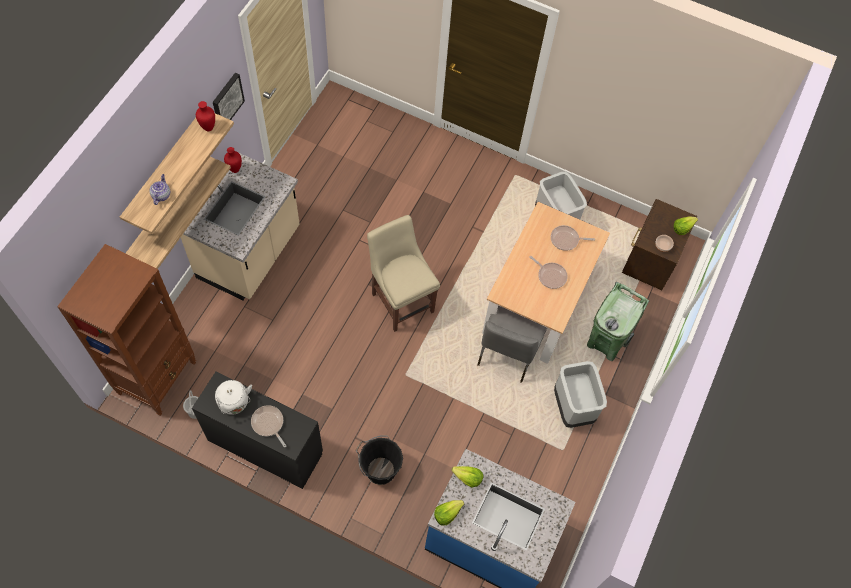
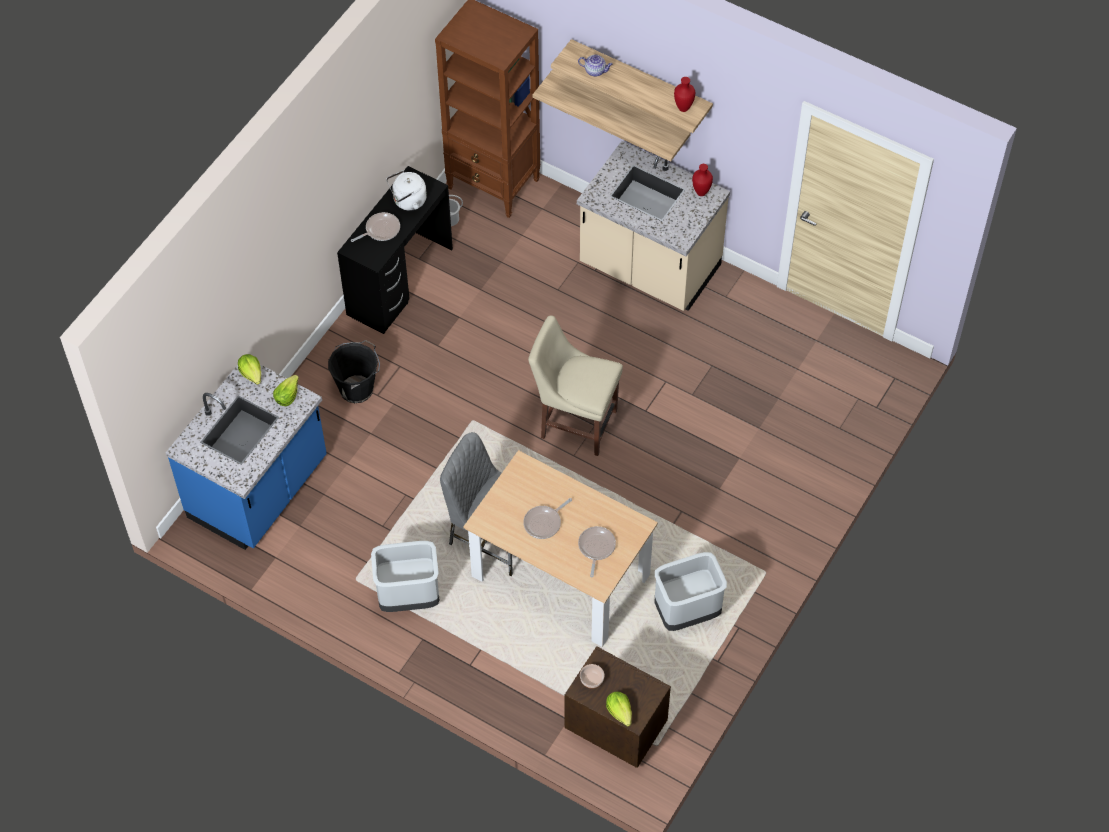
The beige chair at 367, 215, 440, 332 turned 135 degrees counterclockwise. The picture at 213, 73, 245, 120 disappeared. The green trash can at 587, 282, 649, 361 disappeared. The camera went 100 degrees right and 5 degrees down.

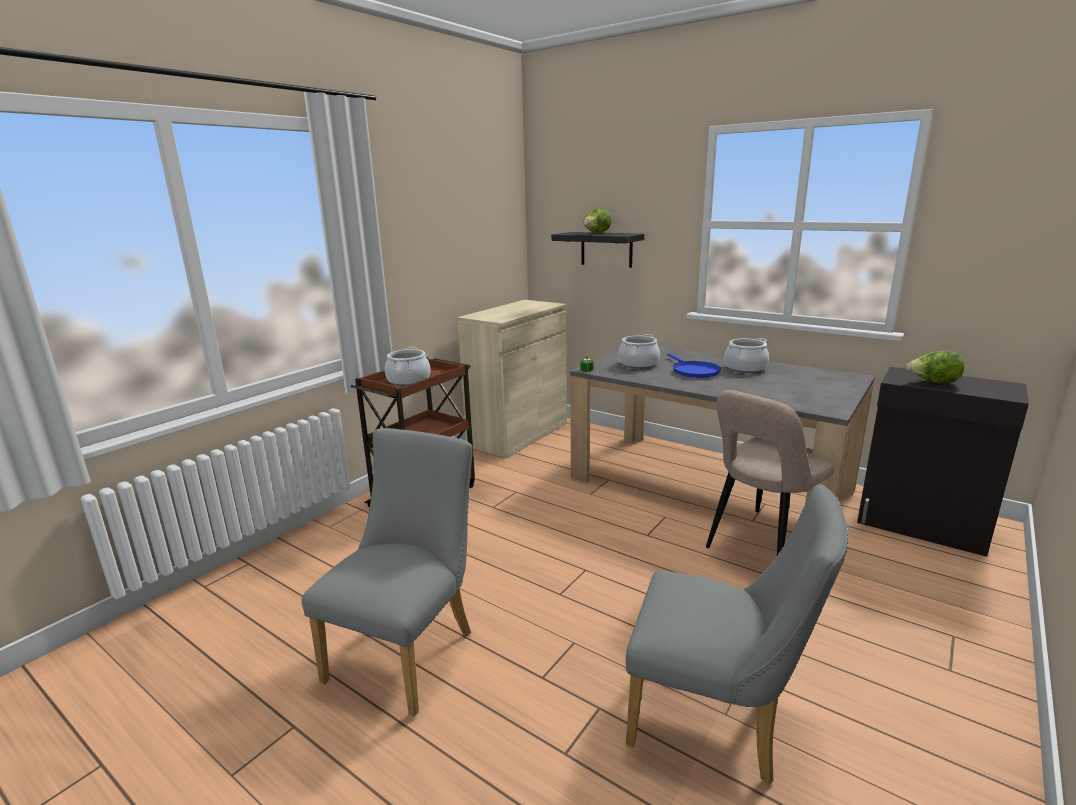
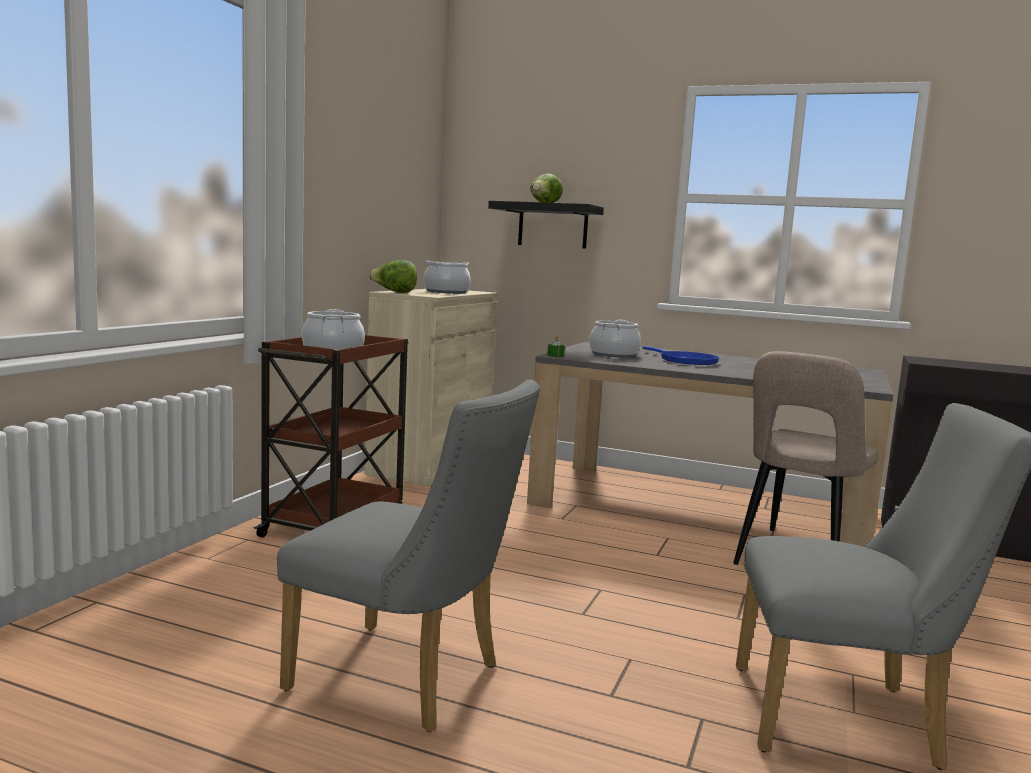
The grey chair at 301, 428, 473, 717 turned 105 degrees clockwise. The lettuce moved from 906, 350, 964, 383 to 368, 260, 417, 293. The cooking pot moved from 724, 338, 769, 373 to 424, 261, 471, 294. The camera went 15 degrees left and 10 degrees down.

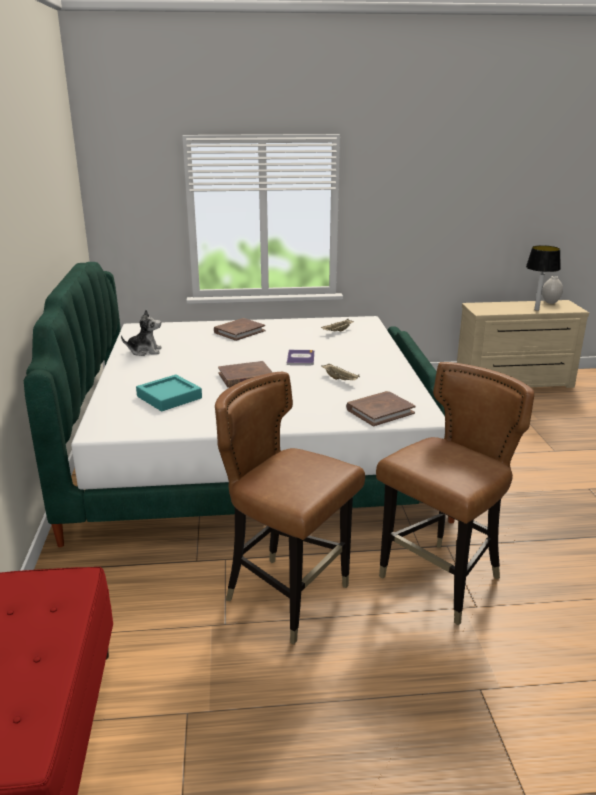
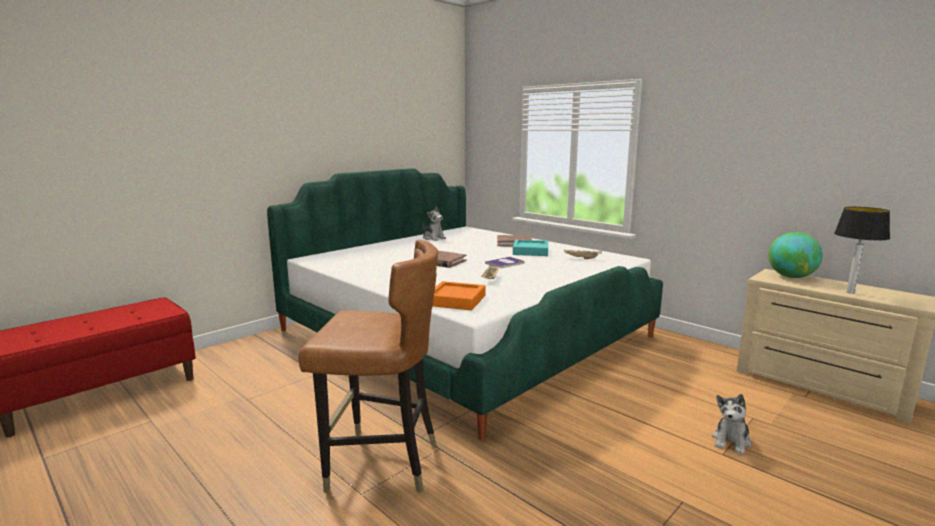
The brown book at 346, 391, 416, 426 was replaced by the orange tray at 432, 281, 486, 310. The turquoise tray moved from 136, 374, 202, 411 to 513, 240, 548, 256. The plush toy at 712, 394, 751, 455 appeared. The globe at 768, 232, 823, 278 appeared. The brown chair at 215, 372, 365, 644 disappeared. The white vase at 542, 276, 563, 304 disappeared. The camera went 50 degrees right and 10 degrees down.

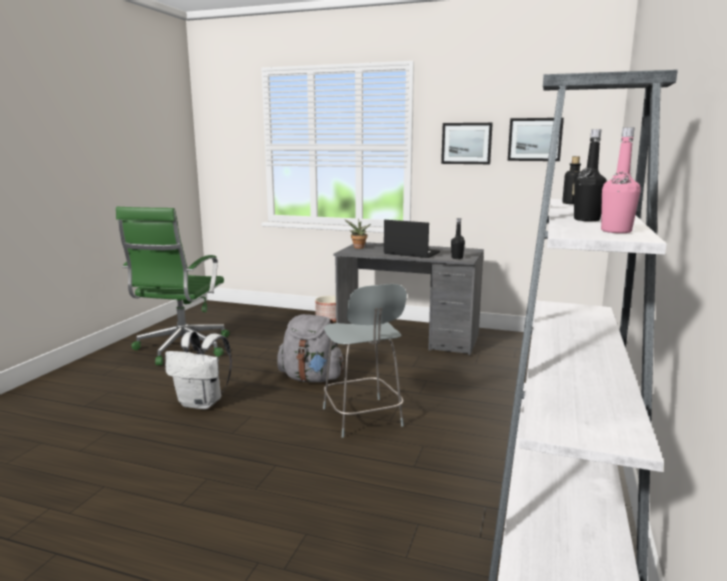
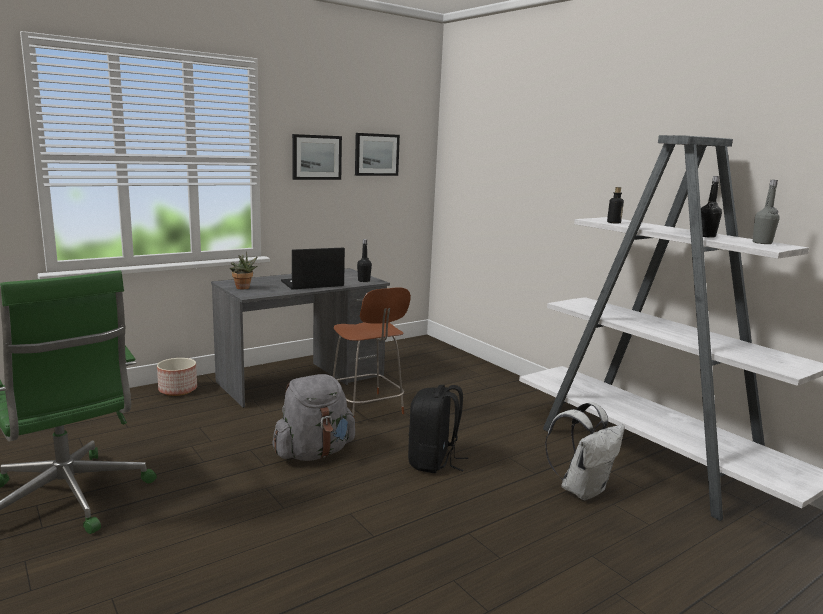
The brown chair at 333, 287, 411, 417 appeared. The grey chair at 323, 284, 407, 438 was replaced by the black backpack at 408, 385, 468, 473. The white backpack moved from 165, 331, 232, 410 to 545, 402, 625, 501. The pink bottle at 601, 127, 641, 233 became the grey bottle at 753, 180, 779, 244. The camera went 55 degrees left and 0 degrees up.

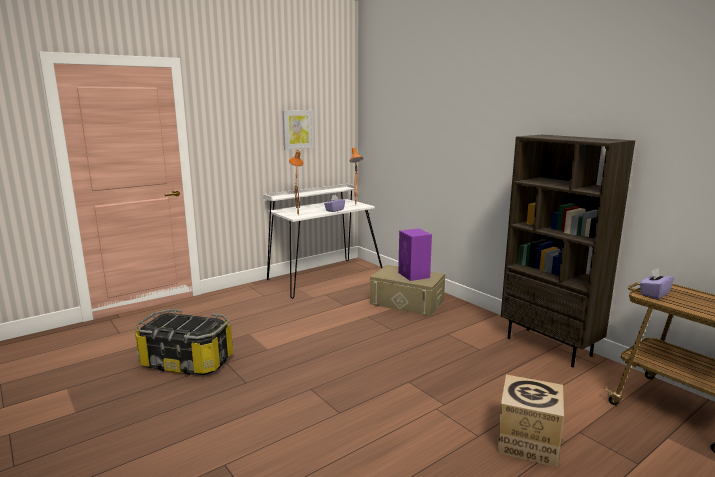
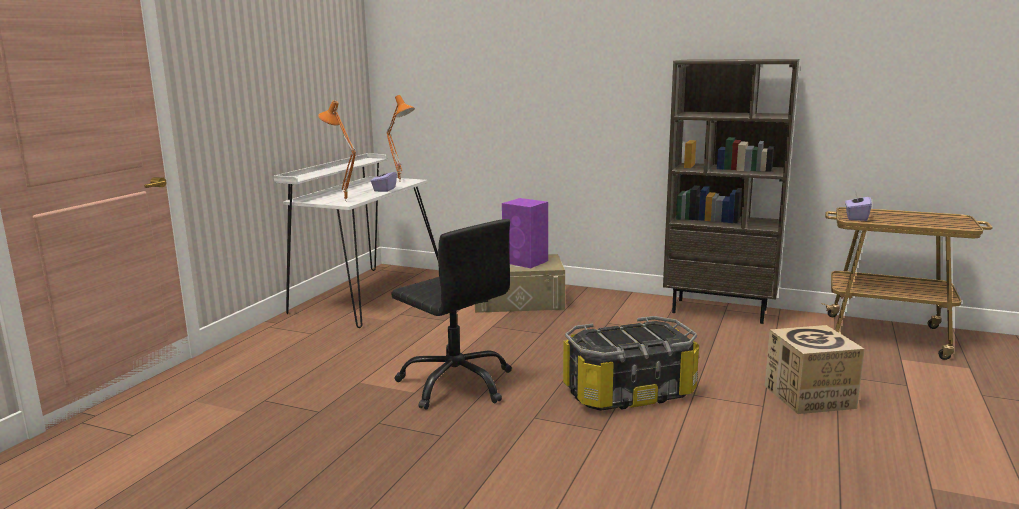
The black office chair at 391, 219, 512, 410 appeared. The storage box moved from 135, 309, 233, 375 to 563, 316, 699, 411. The picture at 282, 110, 314, 150 disappeared. The camera went 30 degrees left and 0 degrees up.

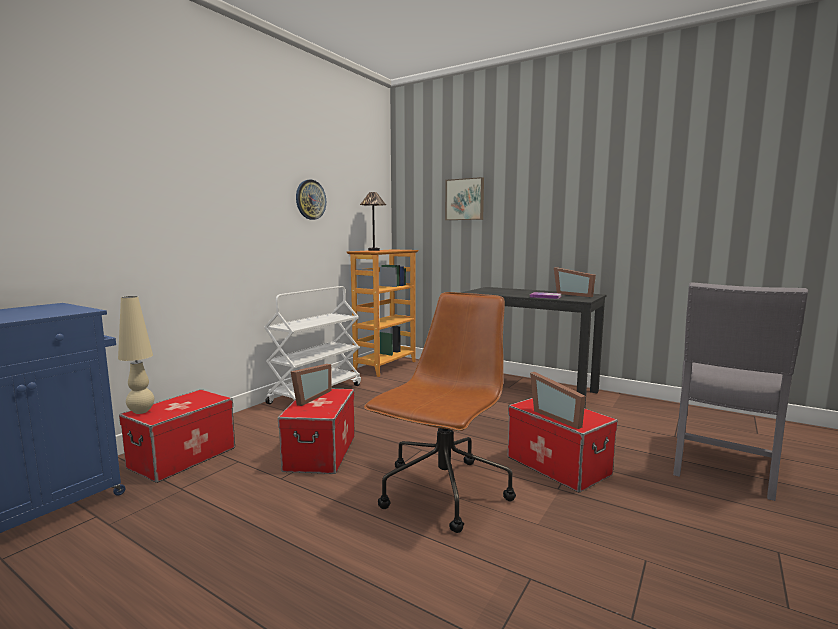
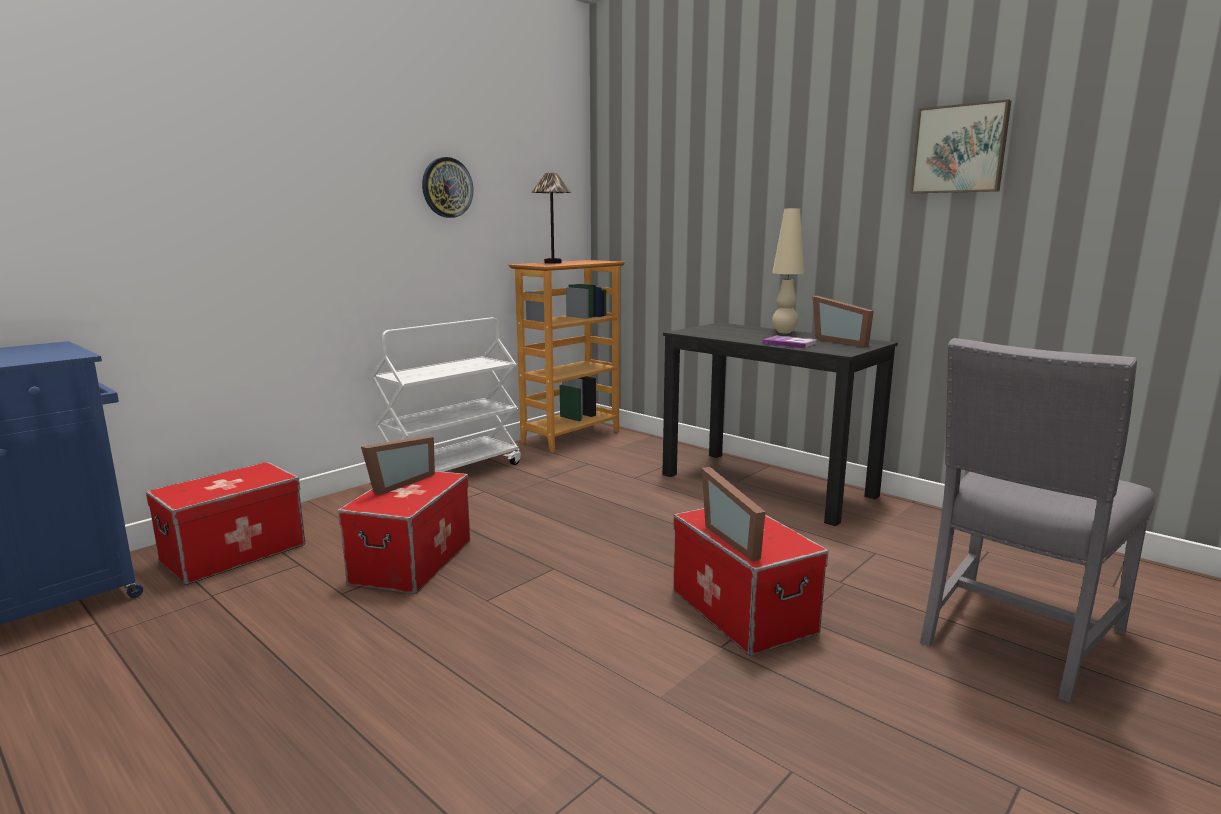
The beige table lamp moved from 118, 296, 154, 414 to 772, 208, 804, 333. The picture moved from 445, 177, 484, 220 to 910, 99, 1011, 193. The brown office chair at 364, 292, 516, 533 disappeared. The camera went 10 degrees right and 5 degrees up.

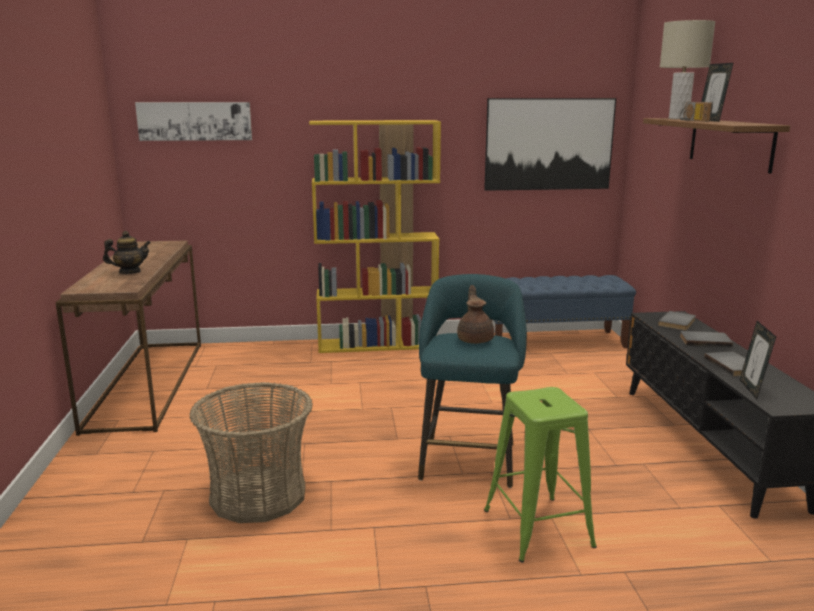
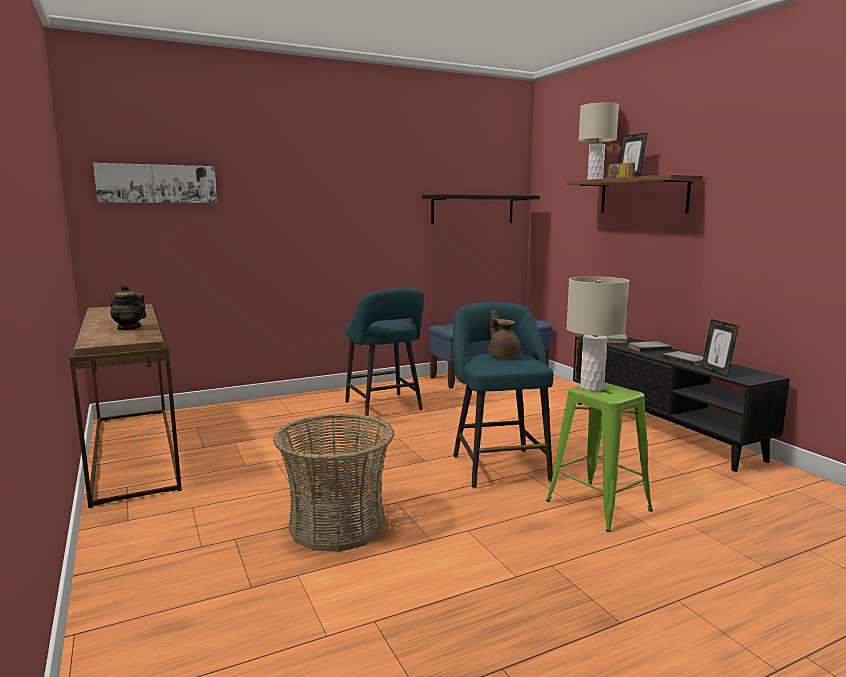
The teapot at 103, 231, 151, 274 turned 120 degrees counterclockwise. The turquoise stool at 345, 288, 424, 416 appeared. The picture at 484, 98, 616, 191 was replaced by the black shelf at 422, 194, 540, 224. The beige table lamp at 566, 276, 629, 391 appeared. The yellow bookcase at 309, 120, 441, 353 disappeared. The camera went 20 degrees left and 5 degrees down.

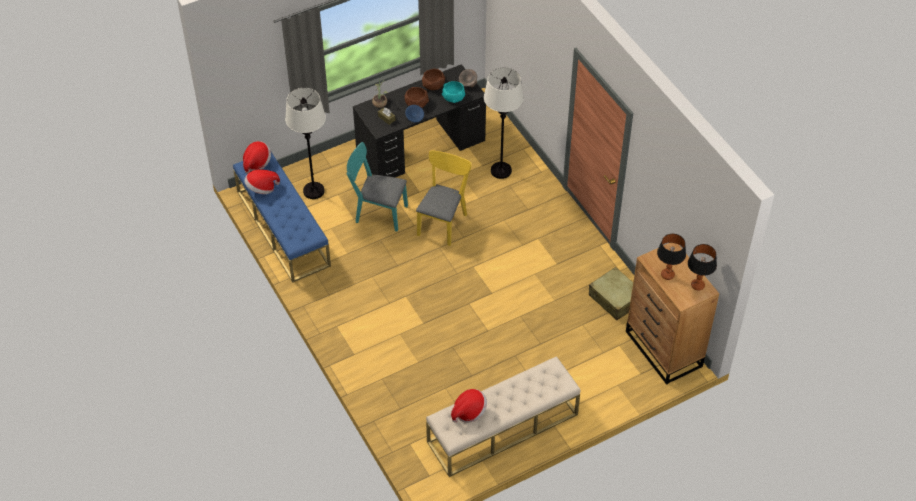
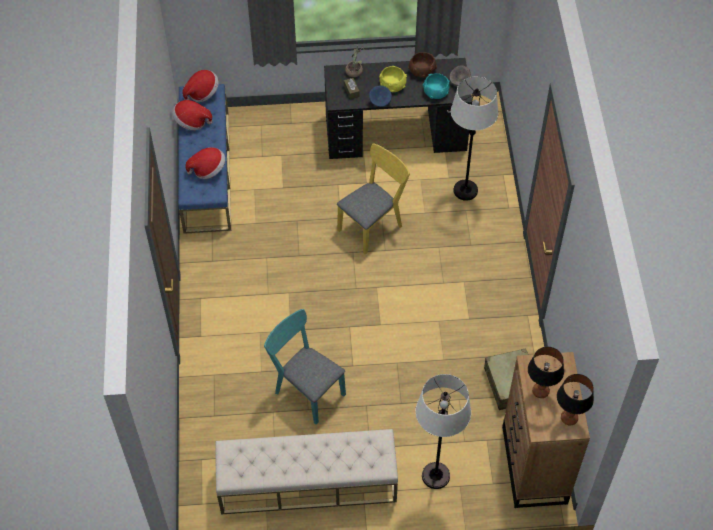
The hat moved from 451, 389, 487, 423 to 186, 147, 225, 179. The turquoise chair moved from 347, 142, 408, 232 to 264, 309, 346, 425. The brown bowl at 404, 87, 429, 108 became the yellow bowl at 379, 66, 407, 92. The white floor lamp moved from 285, 88, 326, 199 to 415, 374, 471, 489. The camera went 25 degrees right and 5 degrees up.

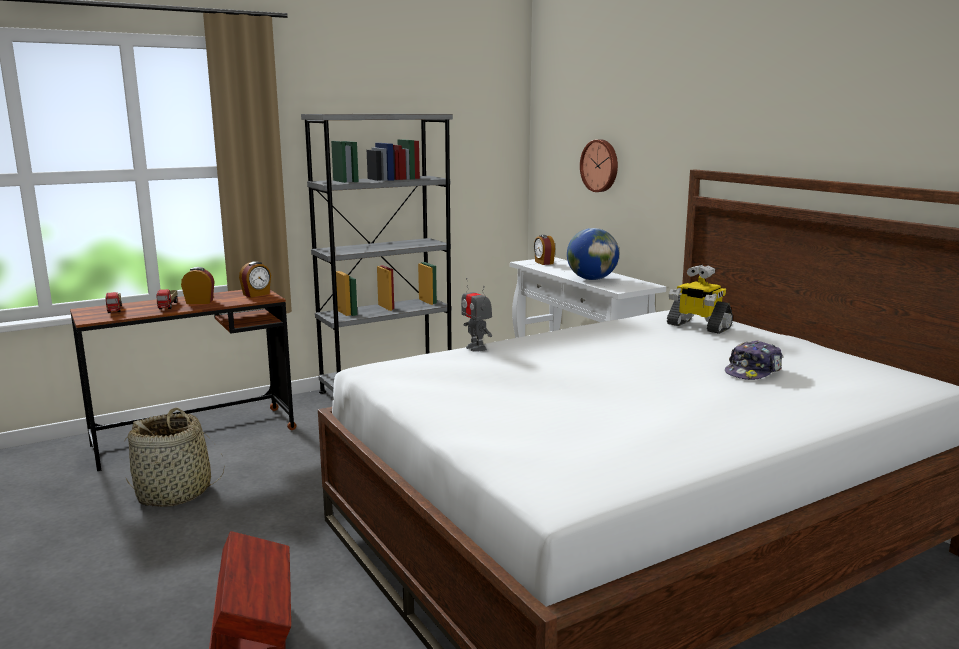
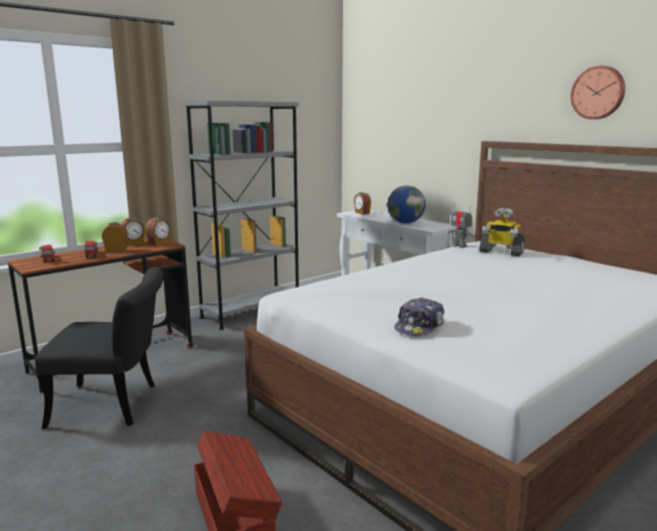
The basket at 125, 408, 225, 507 was replaced by the black chair at 35, 267, 164, 429. The alarm clock at 120, 217, 145, 245 appeared. The cap moved from 725, 340, 783, 380 to 394, 297, 444, 336. The toy robot moved from 461, 278, 492, 352 to 448, 202, 475, 248. The wall clock moved from 580, 140, 618, 192 to 570, 66, 625, 119. The camera went 10 degrees left and 0 degrees up.

